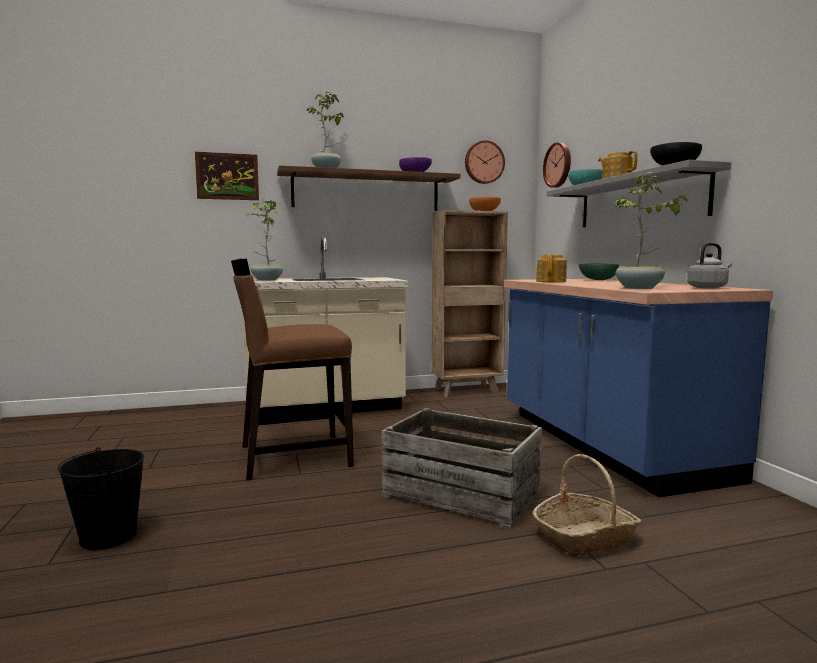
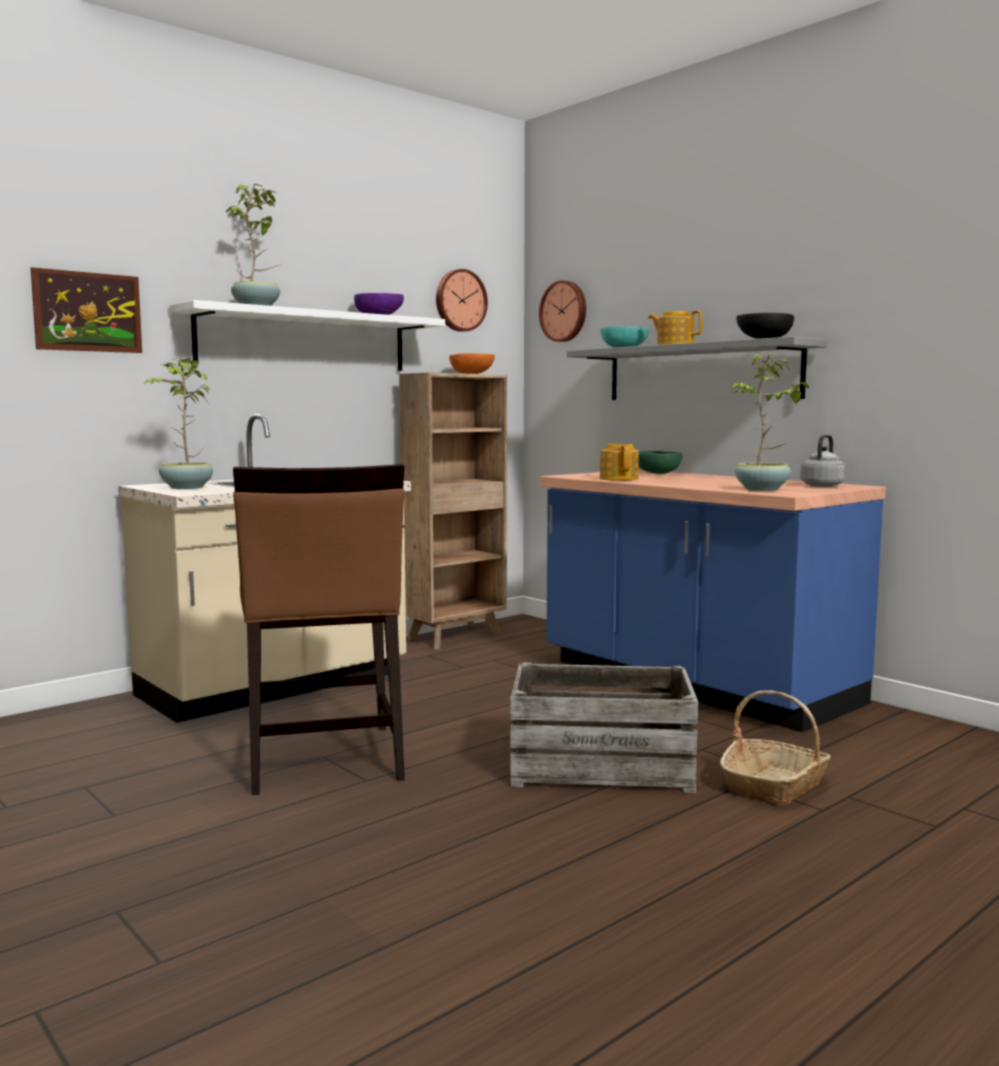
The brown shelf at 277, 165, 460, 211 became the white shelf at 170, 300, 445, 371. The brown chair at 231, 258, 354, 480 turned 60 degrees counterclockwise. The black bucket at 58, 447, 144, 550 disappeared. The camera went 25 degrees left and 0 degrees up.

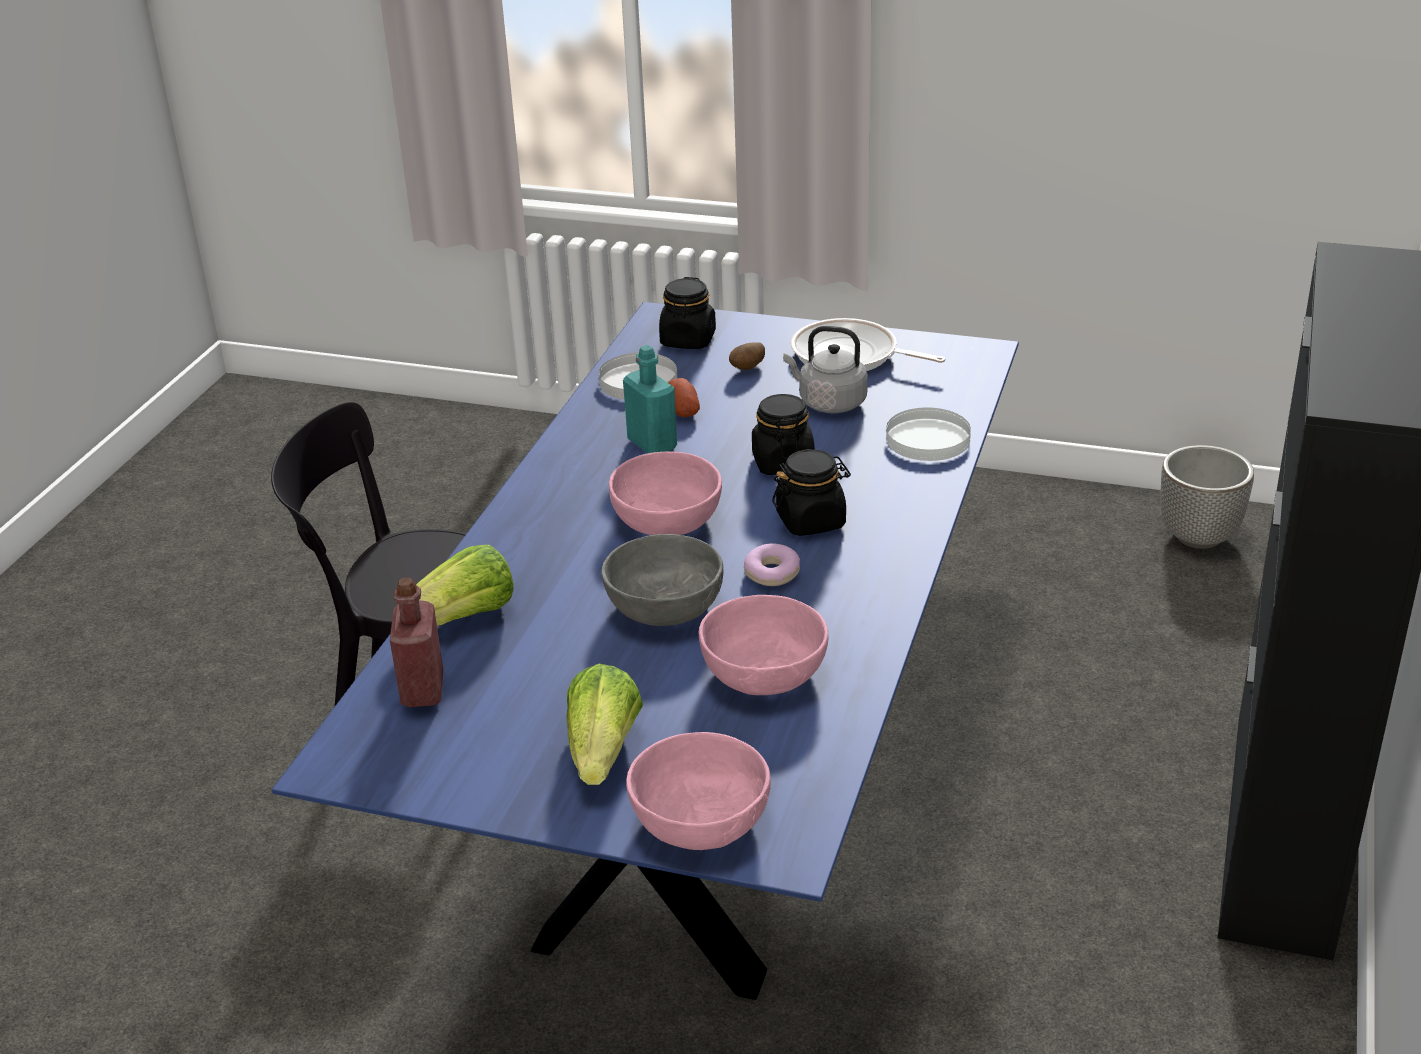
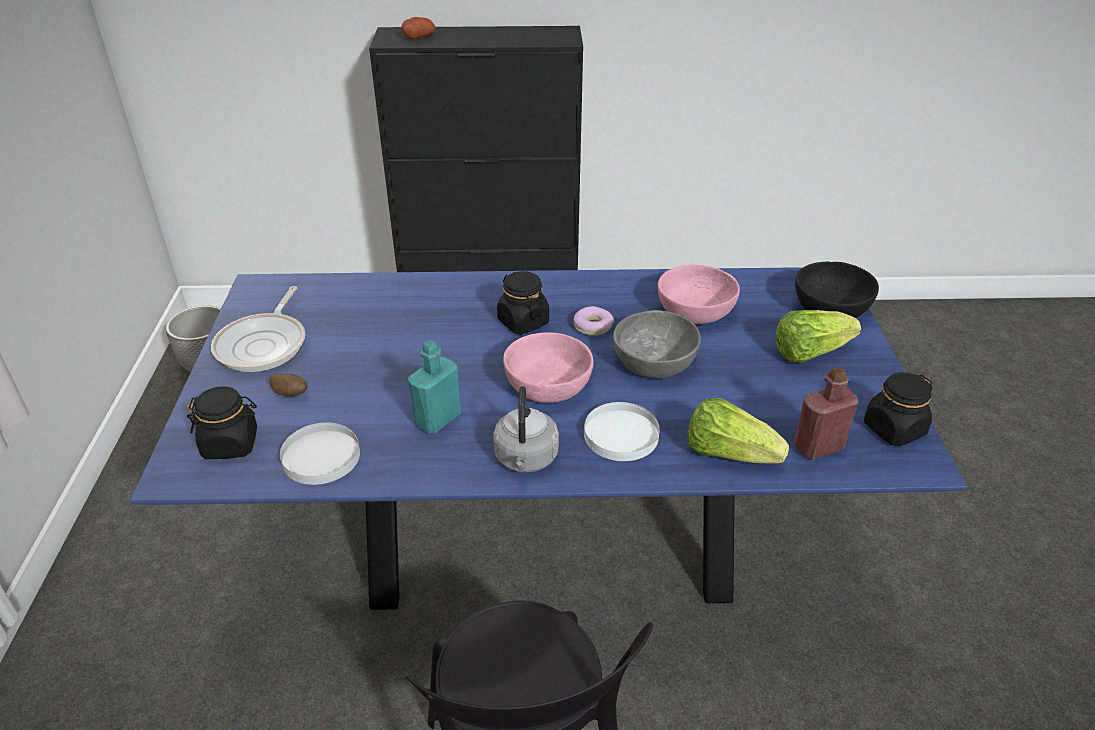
The potato moved from 668, 378, 700, 417 to 401, 17, 436, 40. The grey kettle moved from 783, 326, 868, 413 to 493, 386, 559, 472. The white plate moved from 886, 408, 971, 461 to 584, 402, 660, 461. The pink bowl at 626, 732, 771, 850 became the black bowl at 795, 262, 879, 318. The black jar moved from 752, 394, 815, 475 to 864, 372, 932, 447. The camera went 110 degrees left and 5 degrees up.

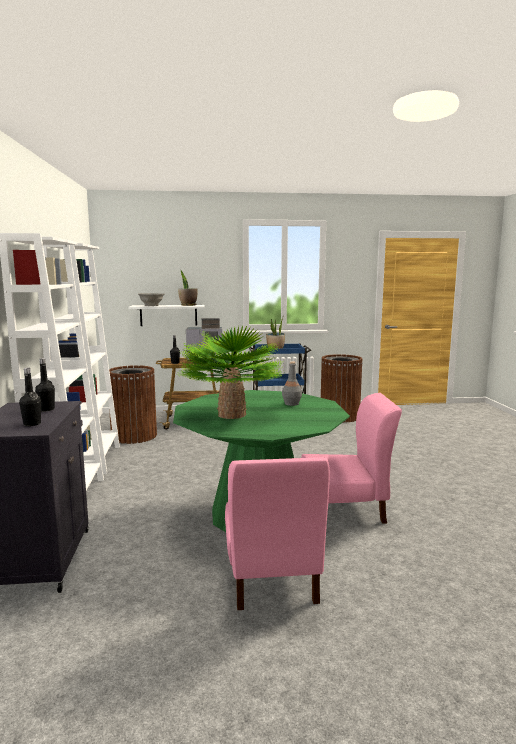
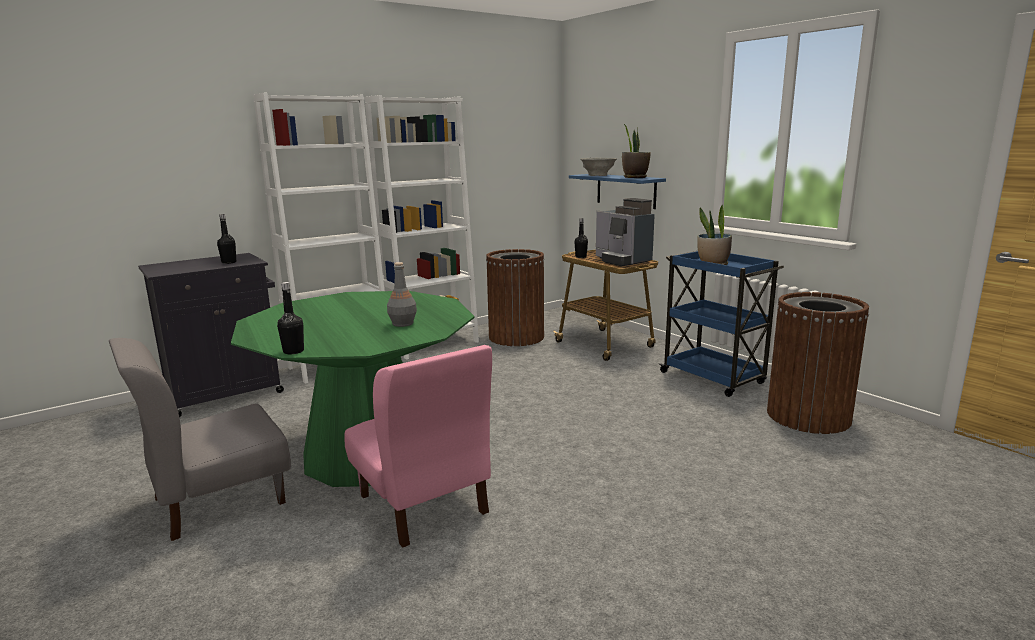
The pink chair at 225, 457, 330, 610 became the grey chair at 109, 338, 291, 541. The black bottle moved from 19, 368, 41, 426 to 277, 282, 304, 354. The white shelf at 128, 305, 205, 326 became the blue shelf at 569, 174, 666, 209. The potted plant at 177, 326, 285, 419 disappeared. The camera went 60 degrees right and 5 degrees up.

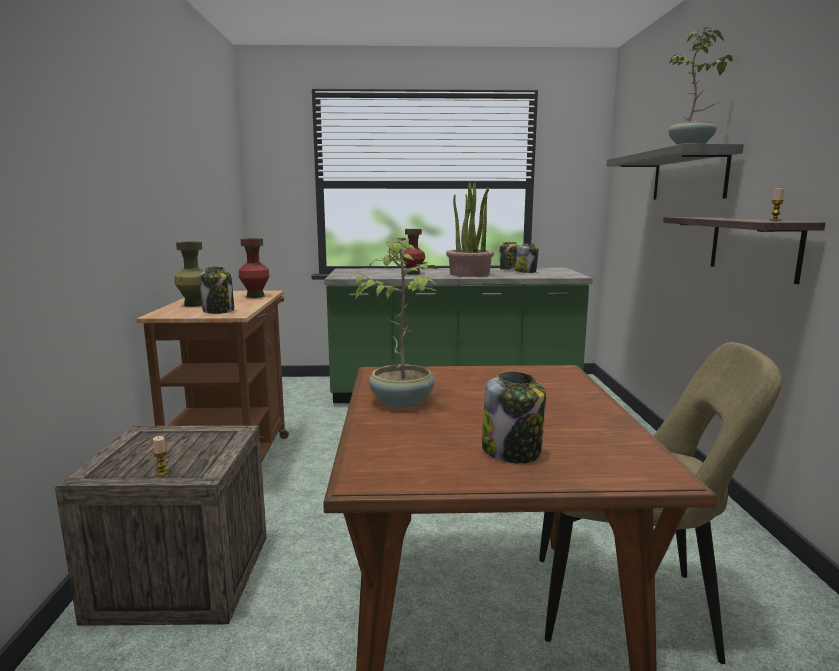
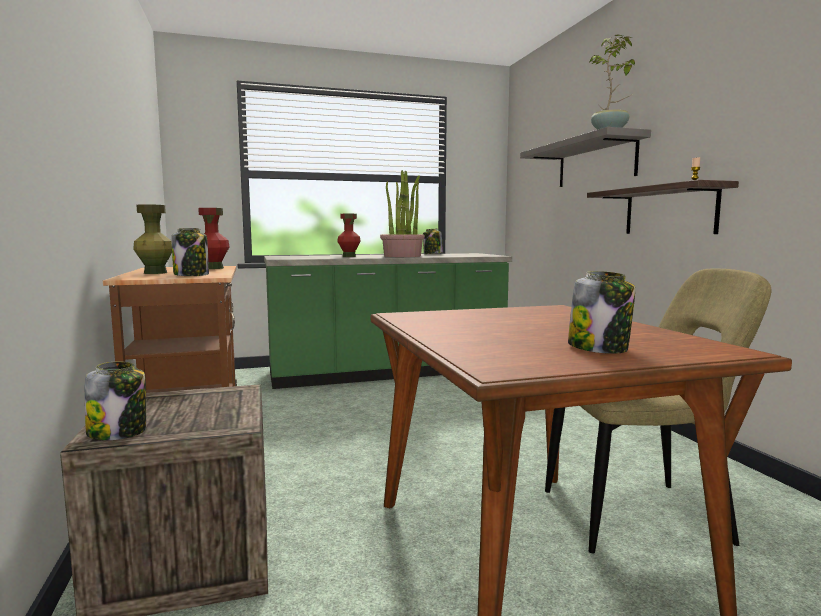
The jar moved from 515, 243, 539, 273 to 85, 361, 146, 440. The candle at 153, 436, 169, 476 disappeared. The potted plant at 350, 238, 438, 408 disappeared. The camera went 15 degrees left and 5 degrees down.

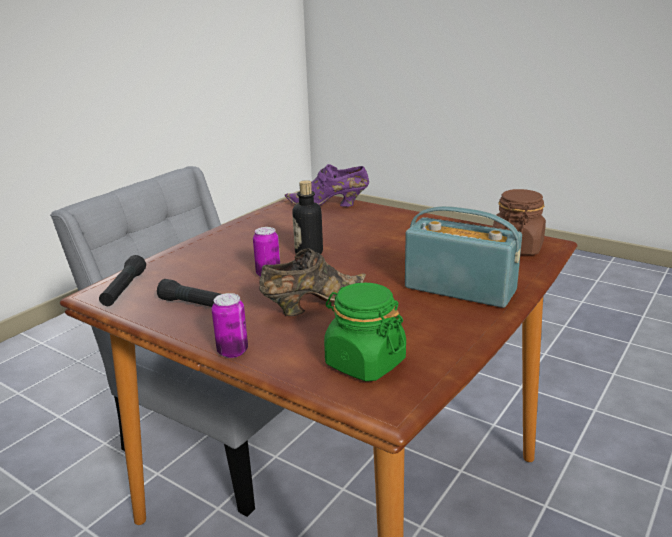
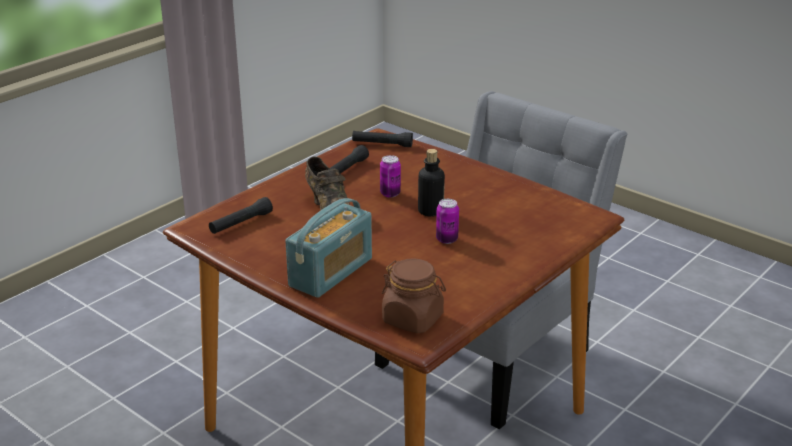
The green jar at 324, 283, 406, 381 was replaced by the black flashlight at 209, 197, 273, 234. The can moved from 212, 293, 248, 358 to 436, 199, 459, 244. The purple shoe at 285, 164, 369, 207 disappeared. The camera went 95 degrees right and 5 degrees up.

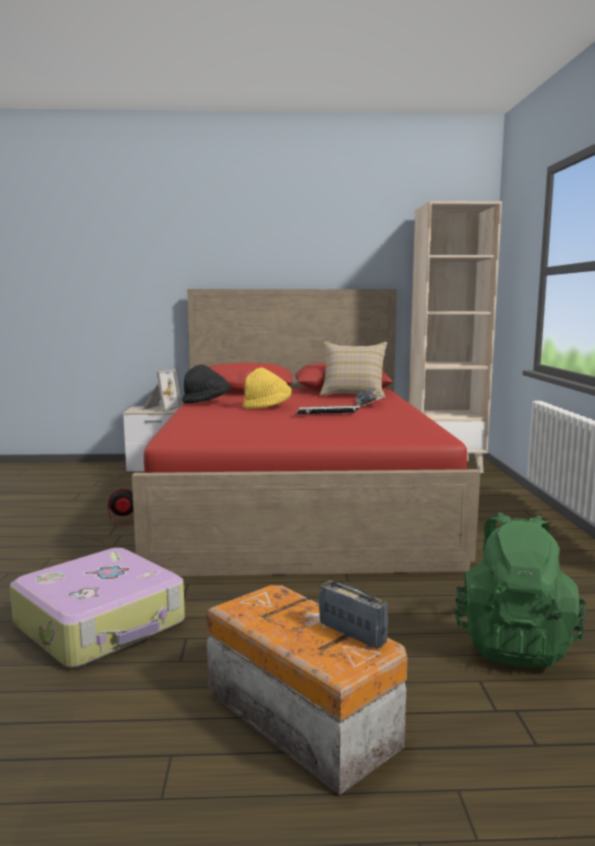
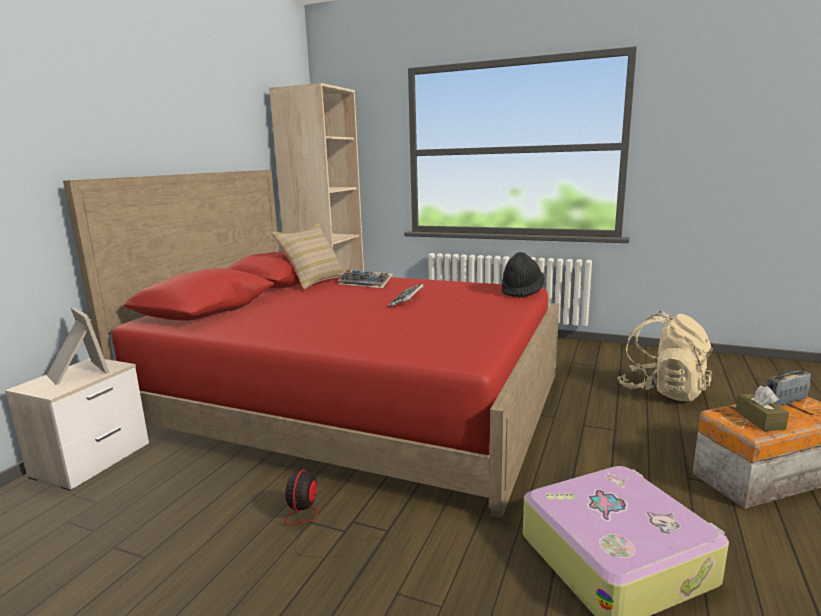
The black hat moved from 183, 365, 231, 403 to 501, 252, 545, 298. The green backpack at 455, 512, 586, 668 became the beige backpack at 617, 311, 713, 401. The brown tissue box at 736, 386, 789, 431 appeared. The yellow hat at 243, 368, 292, 410 disappeared. The camera went 65 degrees left and 5 degrees up.

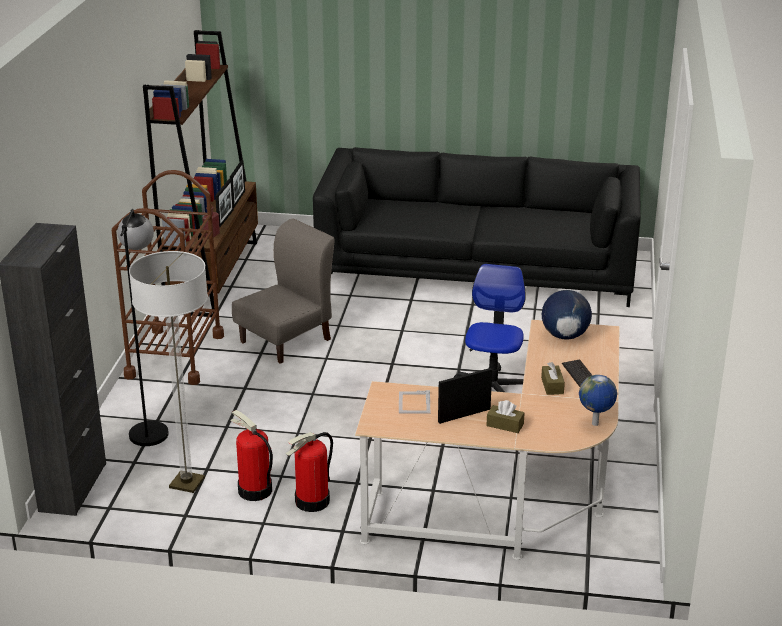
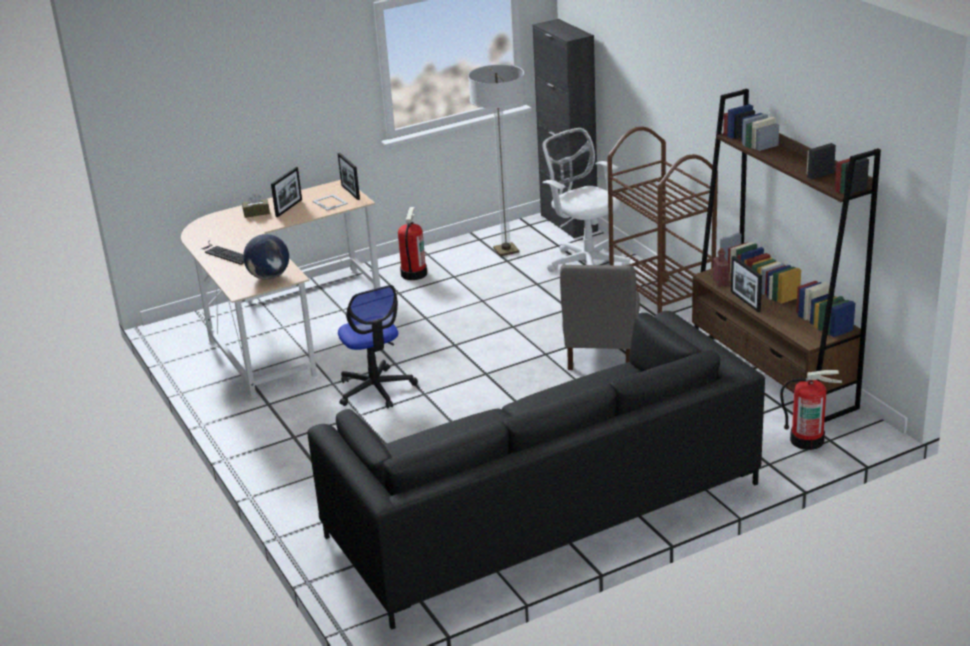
The picture frame moved from 230, 160, 245, 208 to 338, 153, 360, 200. The black floor lamp at 117, 209, 169, 446 was replaced by the white office chair at 542, 128, 630, 272. The fire extinguisher moved from 230, 410, 273, 501 to 780, 370, 842, 450. The brown tissue box at 541, 362, 565, 395 disappeared. The globe at 579, 375, 617, 426 disappeared. The camera went 145 degrees right and 0 degrees up.

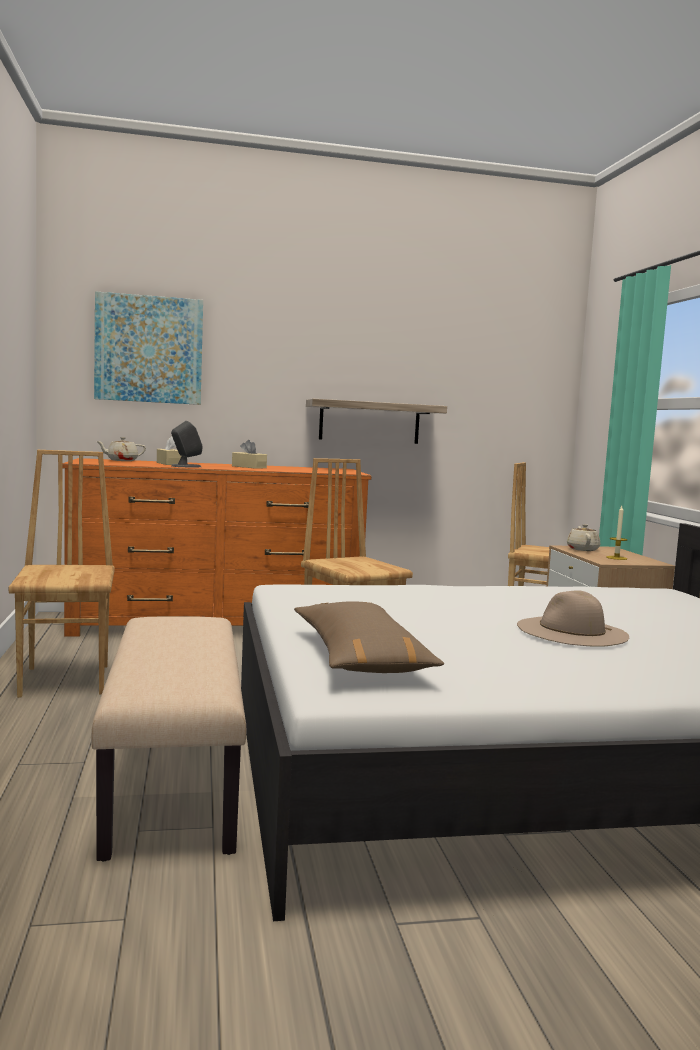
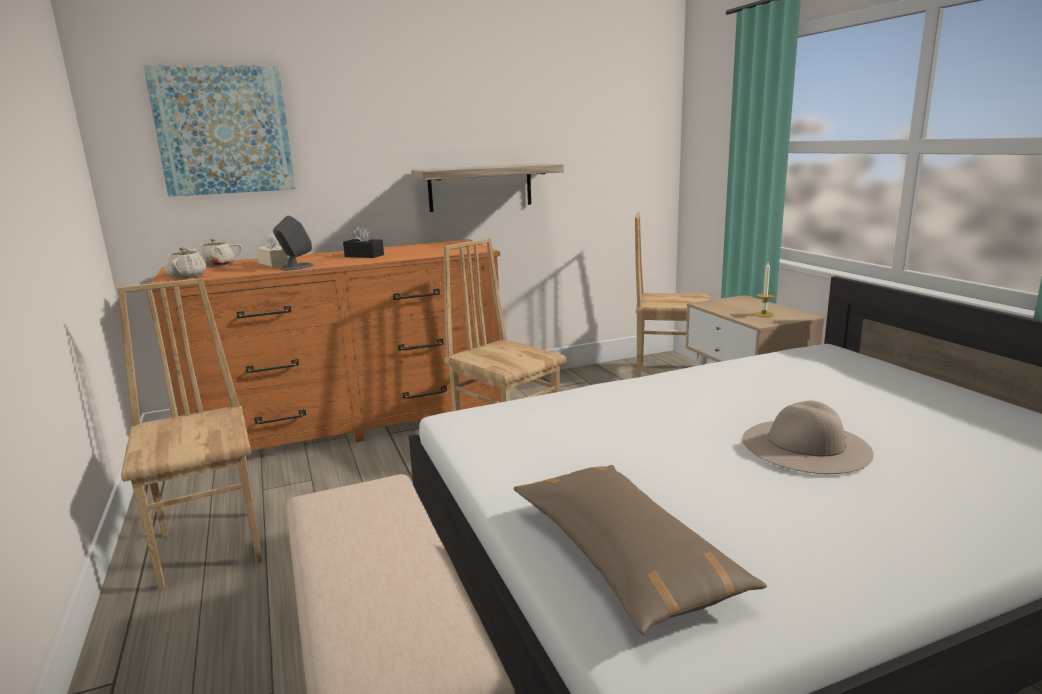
The beige teapot moved from 567, 524, 600, 551 to 165, 247, 206, 278. The beige tissue box at 232, 440, 267, 469 became the black tissue box at 343, 226, 384, 258. The camera went 10 degrees left and 10 degrees up.

